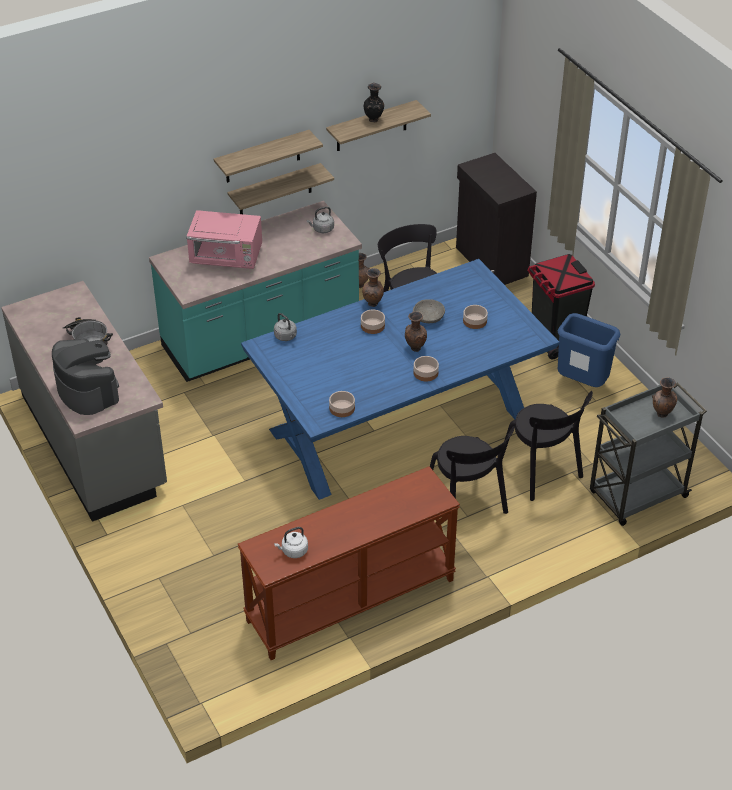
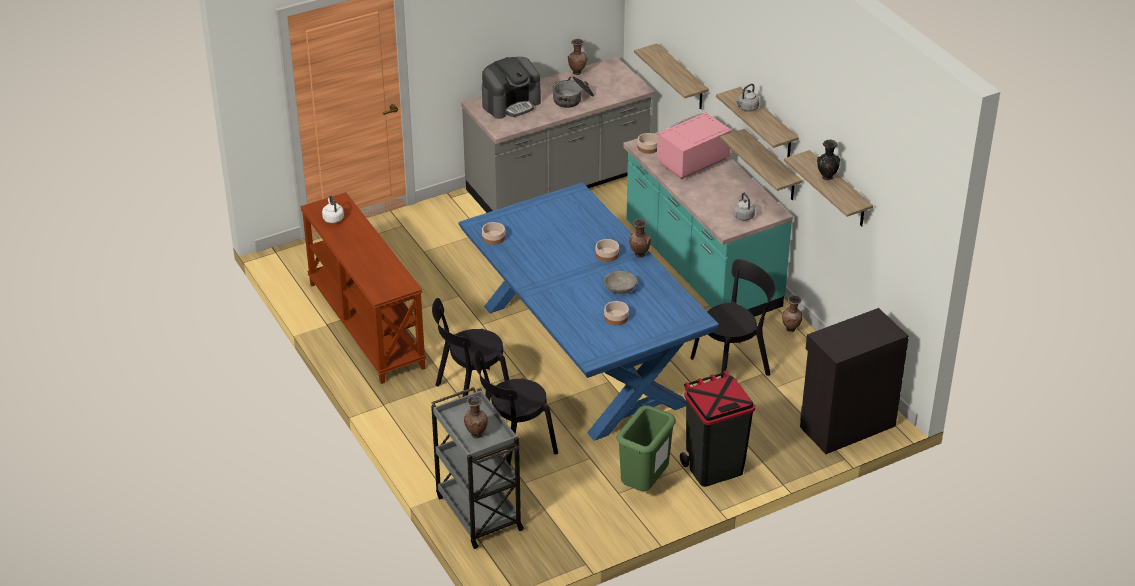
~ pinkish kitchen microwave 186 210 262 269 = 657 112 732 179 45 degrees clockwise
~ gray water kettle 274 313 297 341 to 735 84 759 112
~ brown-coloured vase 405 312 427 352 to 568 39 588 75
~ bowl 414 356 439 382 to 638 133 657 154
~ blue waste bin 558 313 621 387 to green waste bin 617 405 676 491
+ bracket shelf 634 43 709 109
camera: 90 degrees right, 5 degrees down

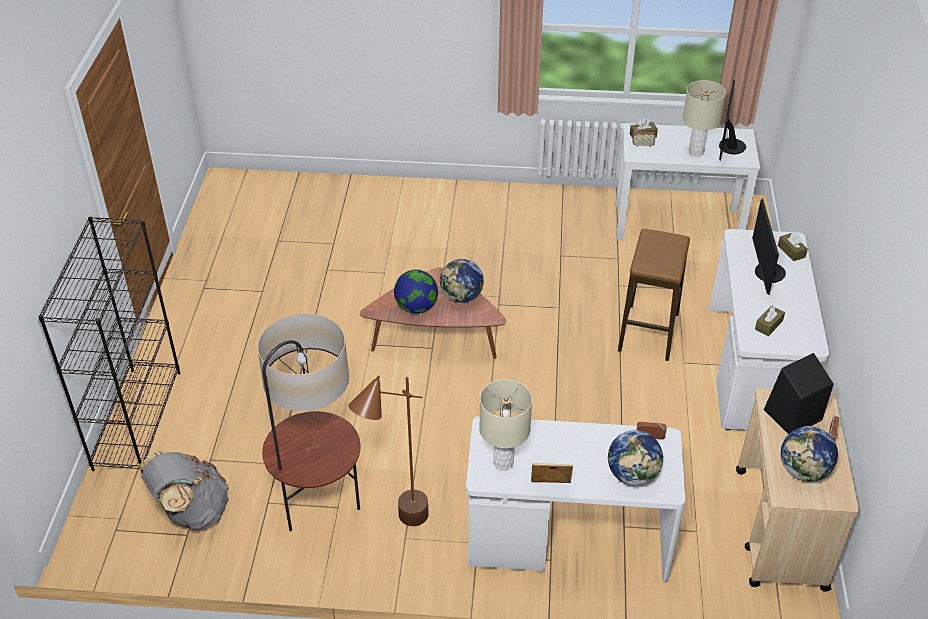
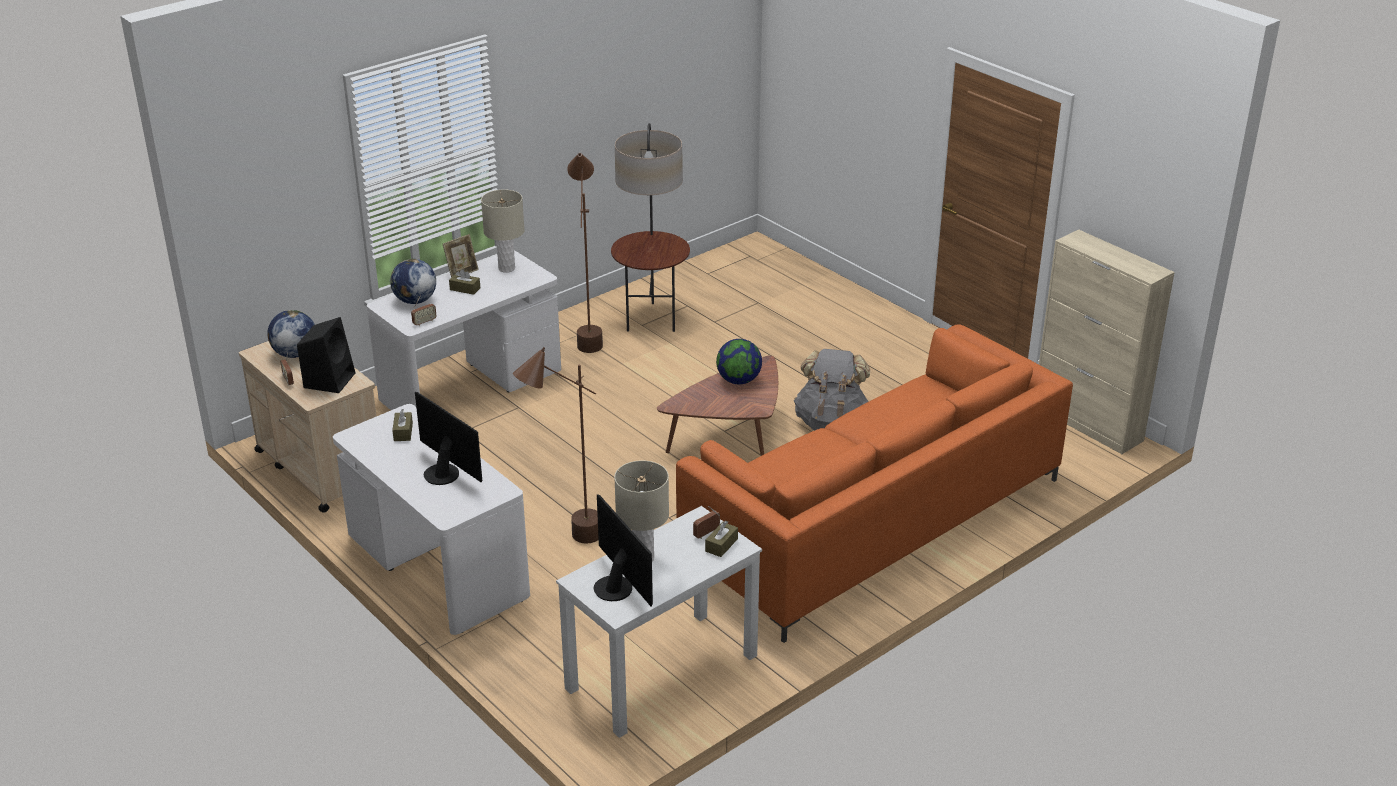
- blackish bookshelf 38 217 181 473
~ gray knapsack 139 451 229 531 to 794 349 870 431
- globe 440 259 484 303
~ sitting stool 618 229 690 361 to brown-coloured standard lamp 513 347 599 543
~ brown-coloured tissue holder 778 232 808 261 to 449 269 480 295
+ orange-coloured settee 676 324 1073 643
+ beige-coloured cupboard 1039 230 1175 454
camera: 135 degrees right, 10 degrees down

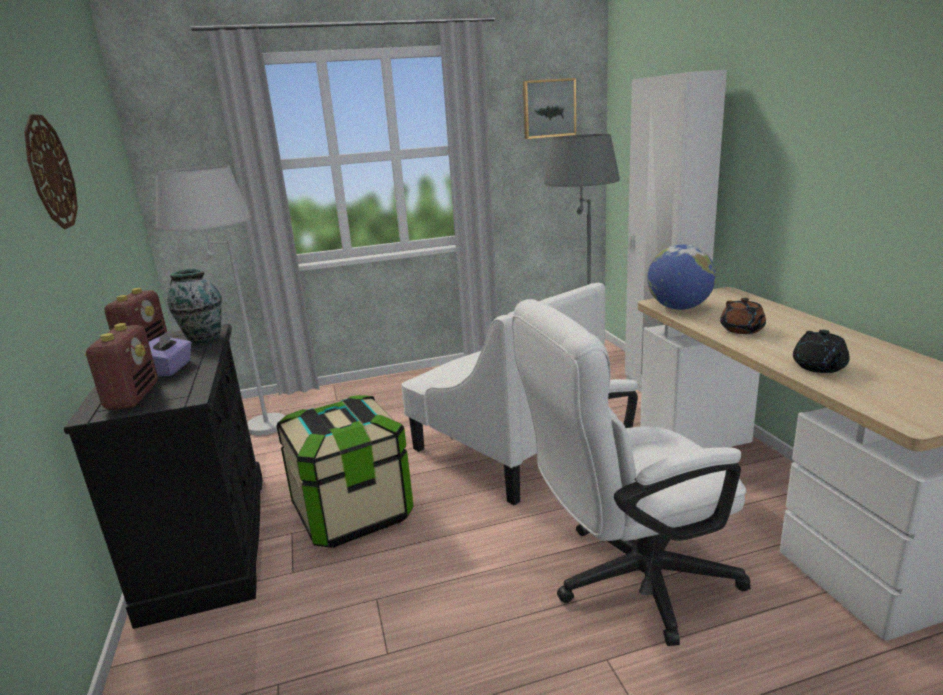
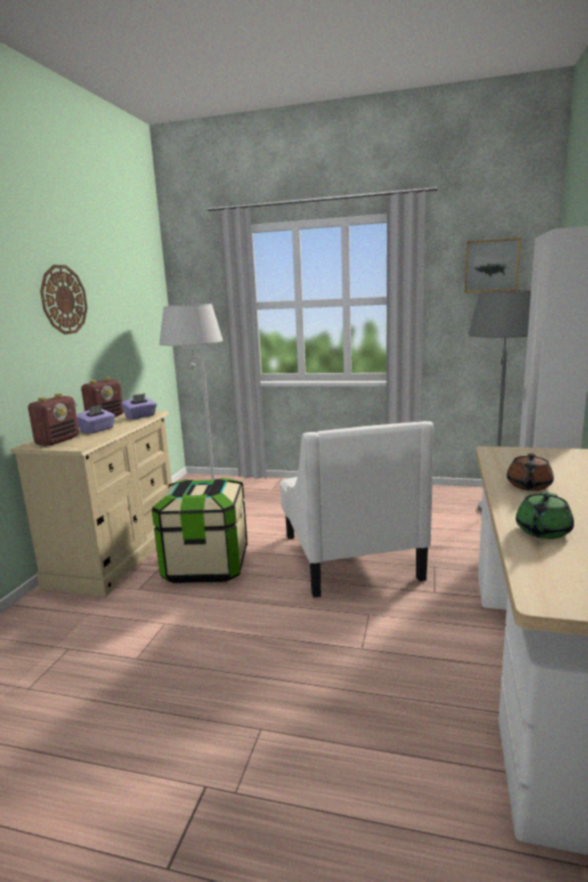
~ blackish drawer chest 64 324 263 629 to beige-coloured drawer chest 10 411 172 597
~ vase 167 268 222 343 to purplish tissue holder 121 393 157 420
- whitish computer chair 512 299 751 646
- globe 647 244 716 310
~ blackish teapot 793 330 850 373 to green teapot 516 492 574 539
camera: 30 degrees right, 5 degrees down

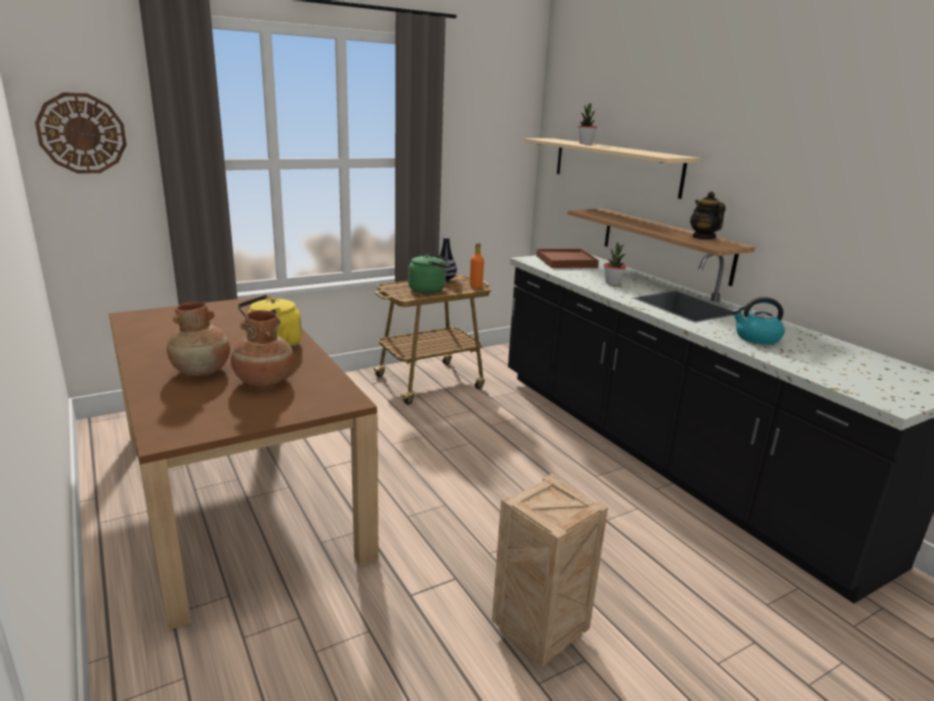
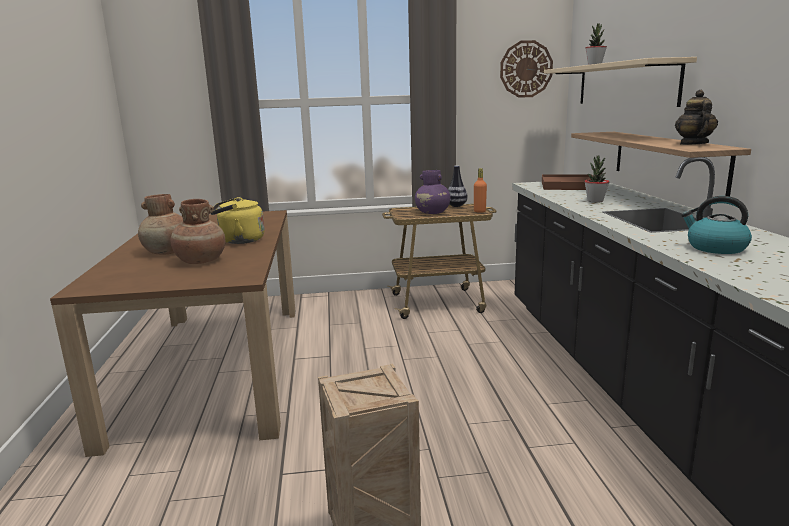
~ clock on the wall 35 92 127 174 to 500 40 553 98
~ green water kettle 408 253 450 293 to purplish vase 415 170 450 214
camera: 25 degrees right, 5 degrees down

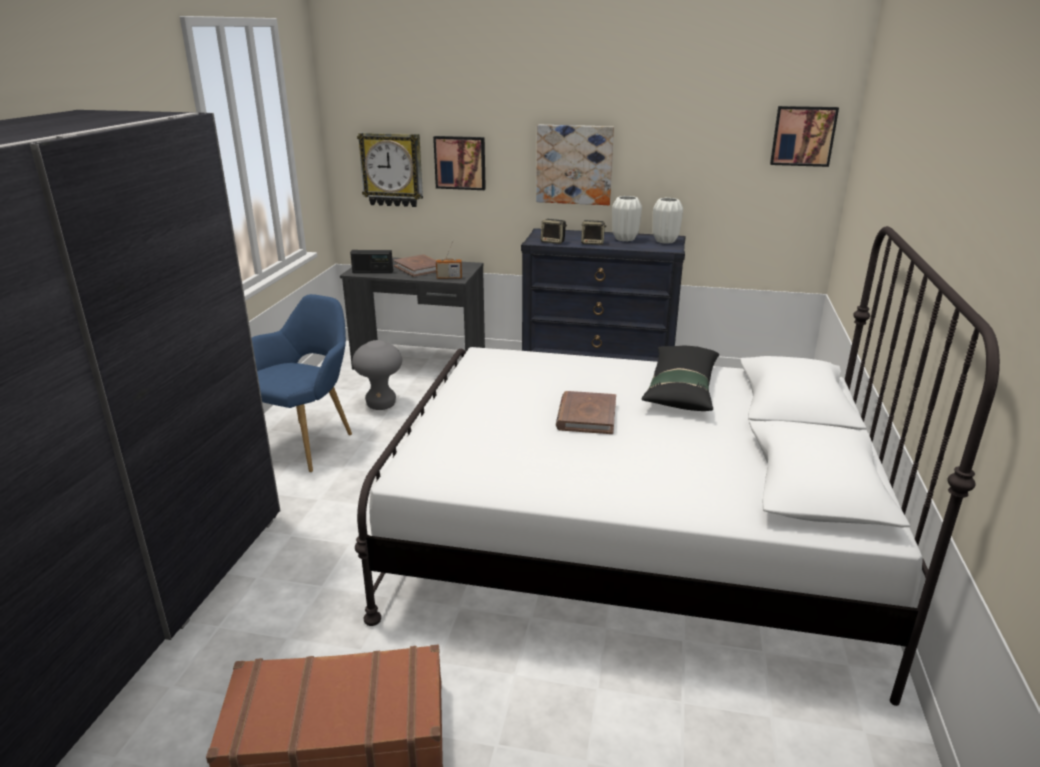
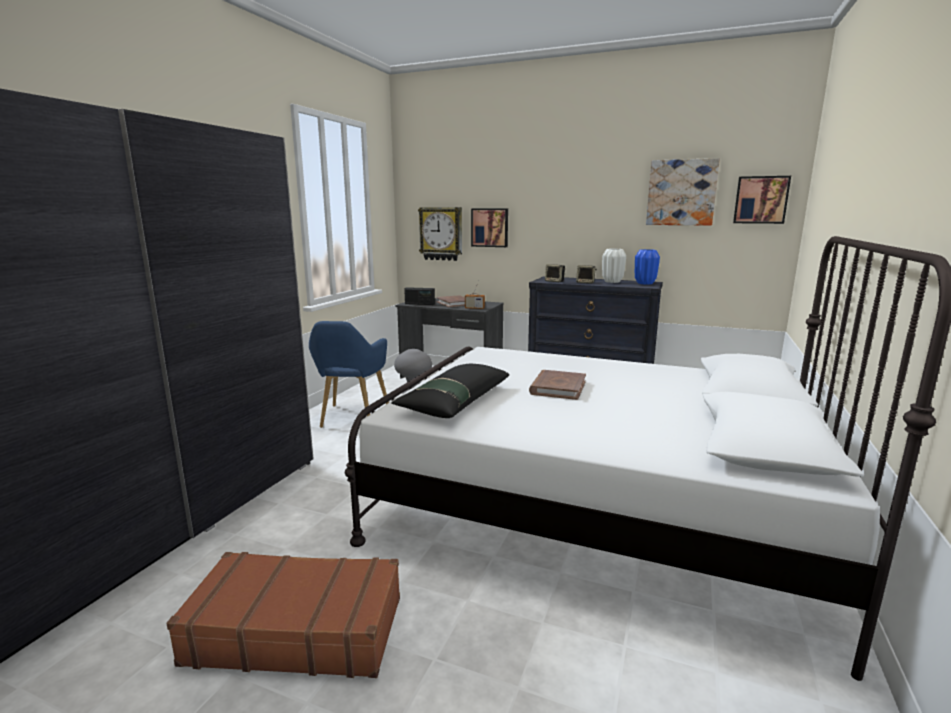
~ blue easy chair 252 294 352 472 = 309 321 389 428 150 degrees clockwise
~ picture 536 125 614 205 to 646 158 720 226
~ blackish throw pillow 641 346 719 411 to 391 364 509 418
~ whitish vase 653 198 683 244 to blue vase 635 249 660 285
camera: 10 degrees right, 10 degrees down

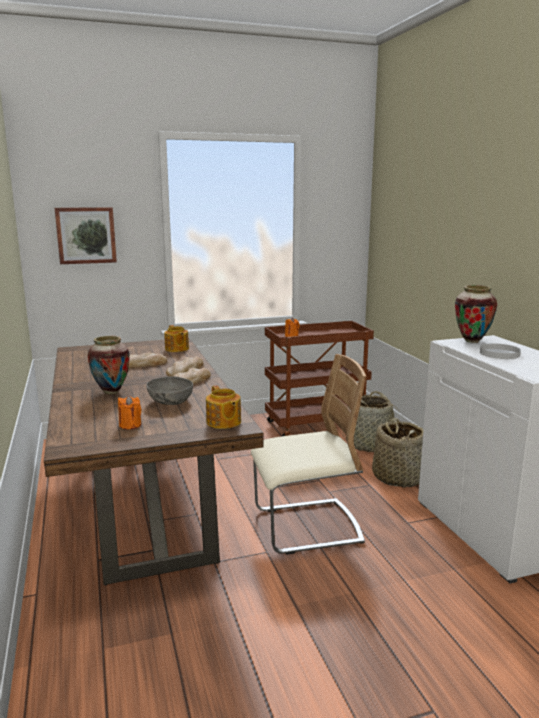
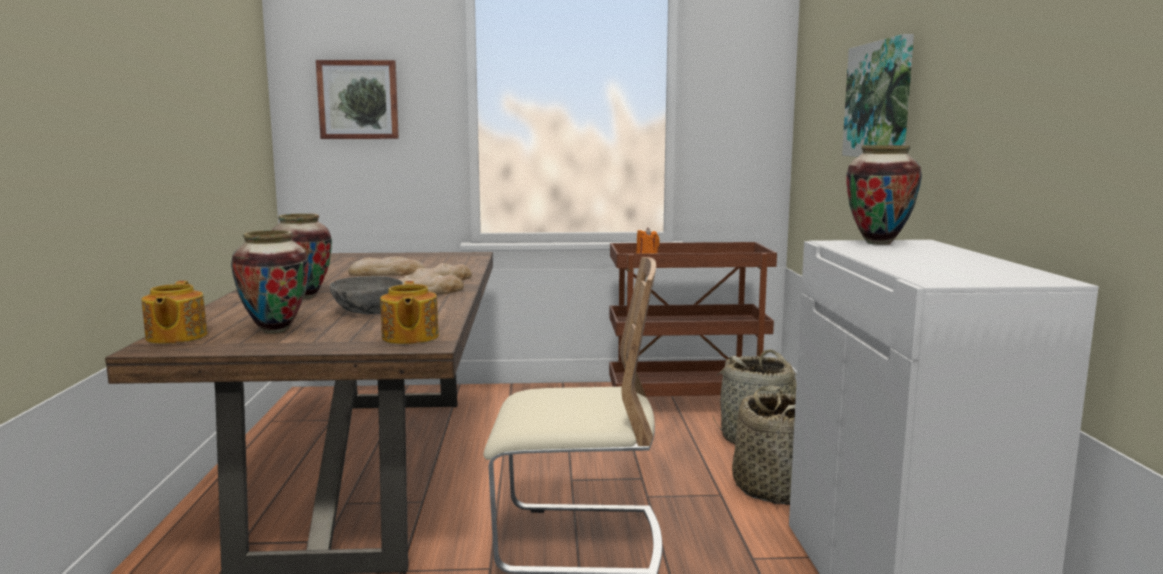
~ orange-coloured wax candle 118 396 141 429 to vase 231 230 309 334
~ teapot 164 325 189 352 to 142 281 207 344
- whitish plate 480 344 521 359
+ picture 842 34 914 157
camera: 15 degrees right, 5 degrees down

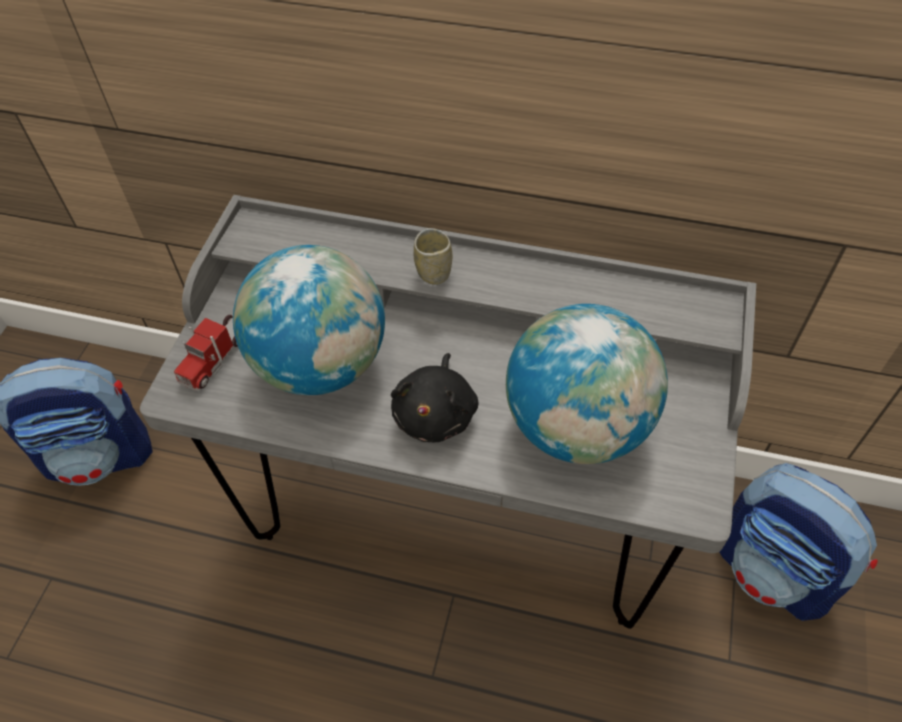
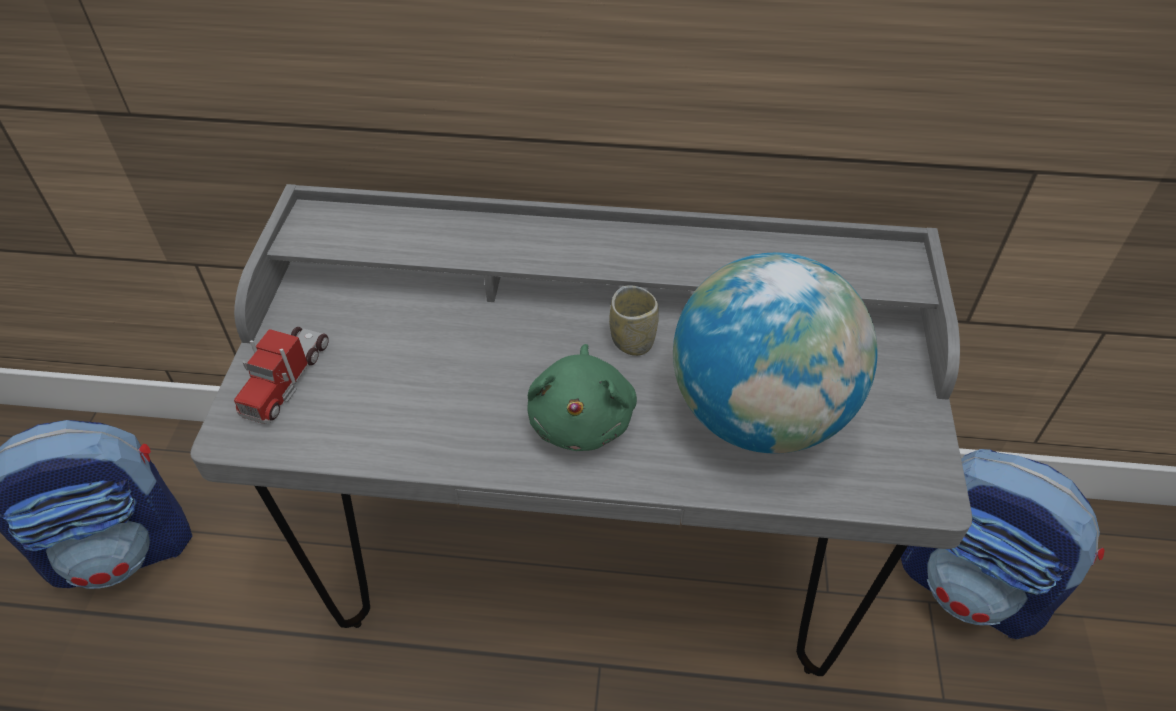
- globe 233 245 385 395
~ blackish soft toy 391 353 478 442 to green soft toy 528 344 637 451
~ cup 414 228 452 285 to 609 285 659 356
camera: 10 degrees left, 5 degrees down

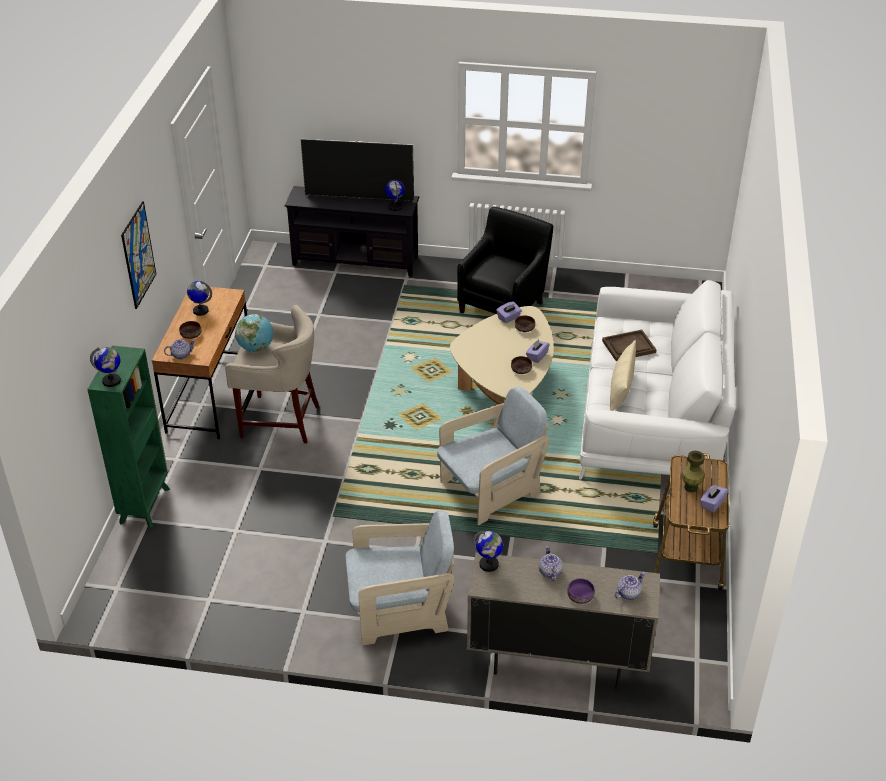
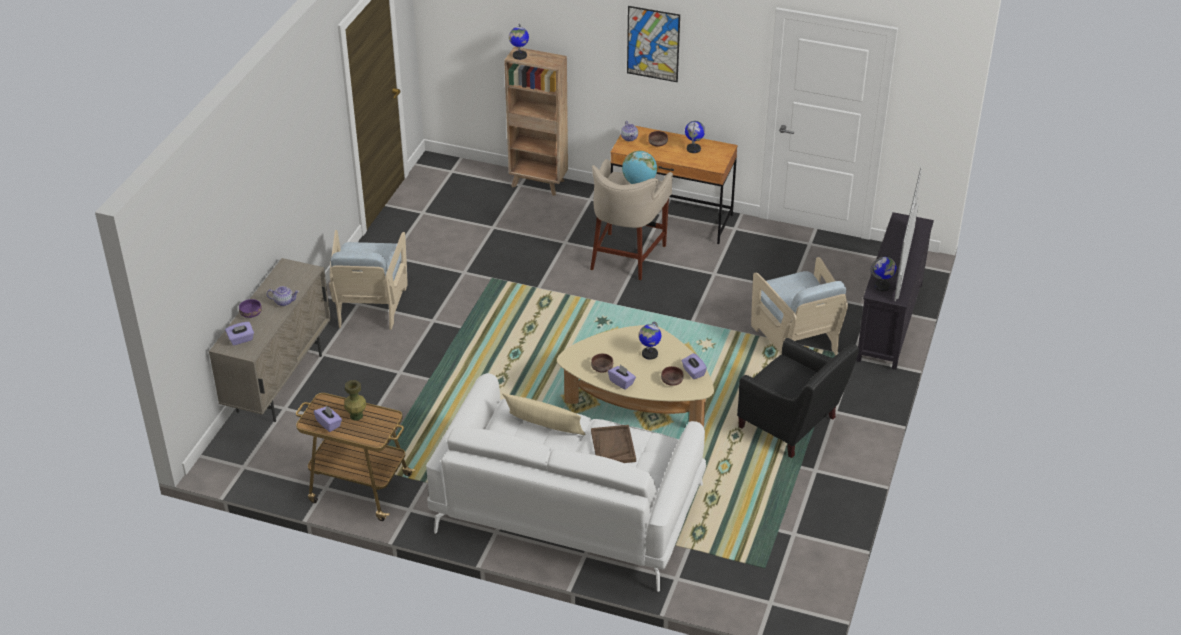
~ green bookshelf 87 346 170 528 to brown-coloured bookshelf 504 47 568 196
~ beige-coloured easy chair 437 387 549 526 to 751 257 848 356
~ globe 473 531 503 572 to 639 322 661 360
~ teapot 615 572 645 600 to purplish tissue holder 225 322 254 346
camera: 100 degrees right, 0 degrees up

